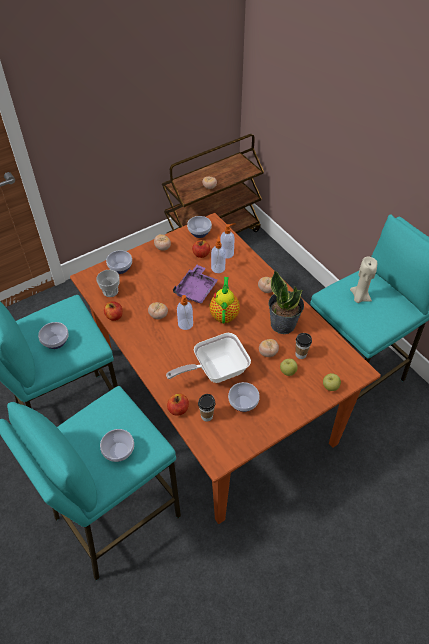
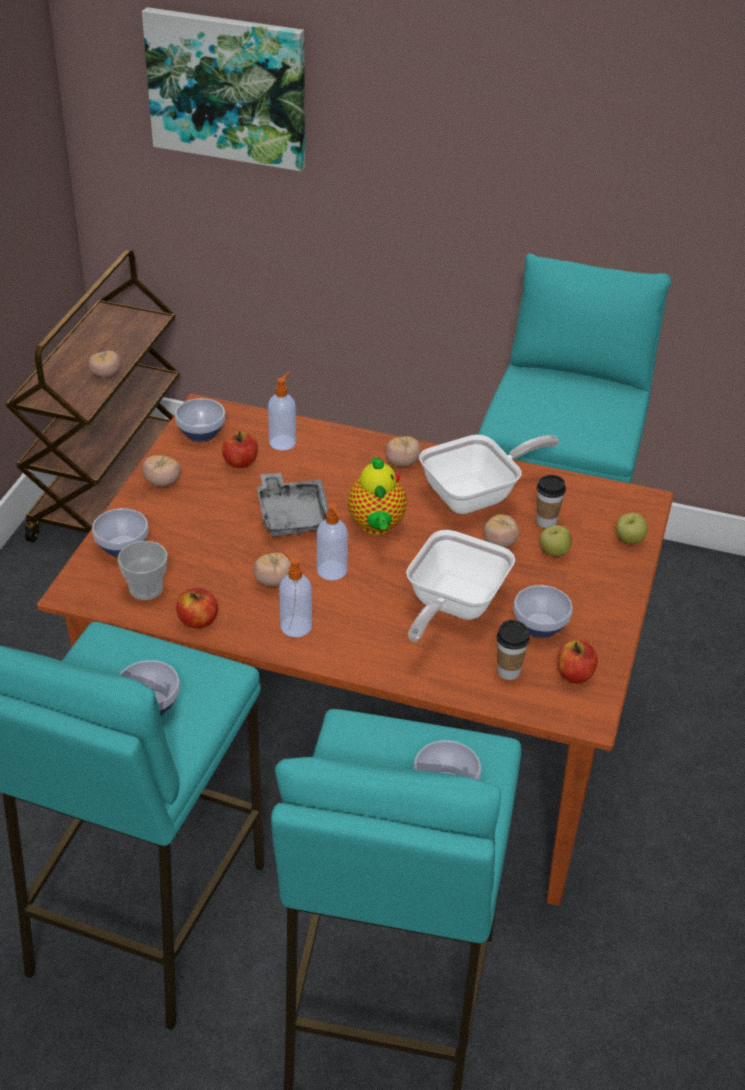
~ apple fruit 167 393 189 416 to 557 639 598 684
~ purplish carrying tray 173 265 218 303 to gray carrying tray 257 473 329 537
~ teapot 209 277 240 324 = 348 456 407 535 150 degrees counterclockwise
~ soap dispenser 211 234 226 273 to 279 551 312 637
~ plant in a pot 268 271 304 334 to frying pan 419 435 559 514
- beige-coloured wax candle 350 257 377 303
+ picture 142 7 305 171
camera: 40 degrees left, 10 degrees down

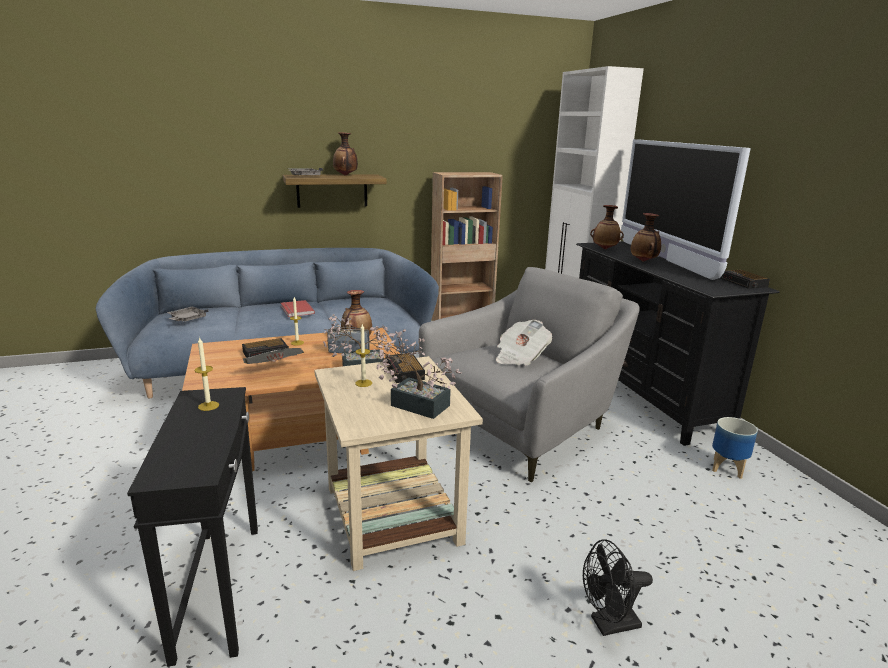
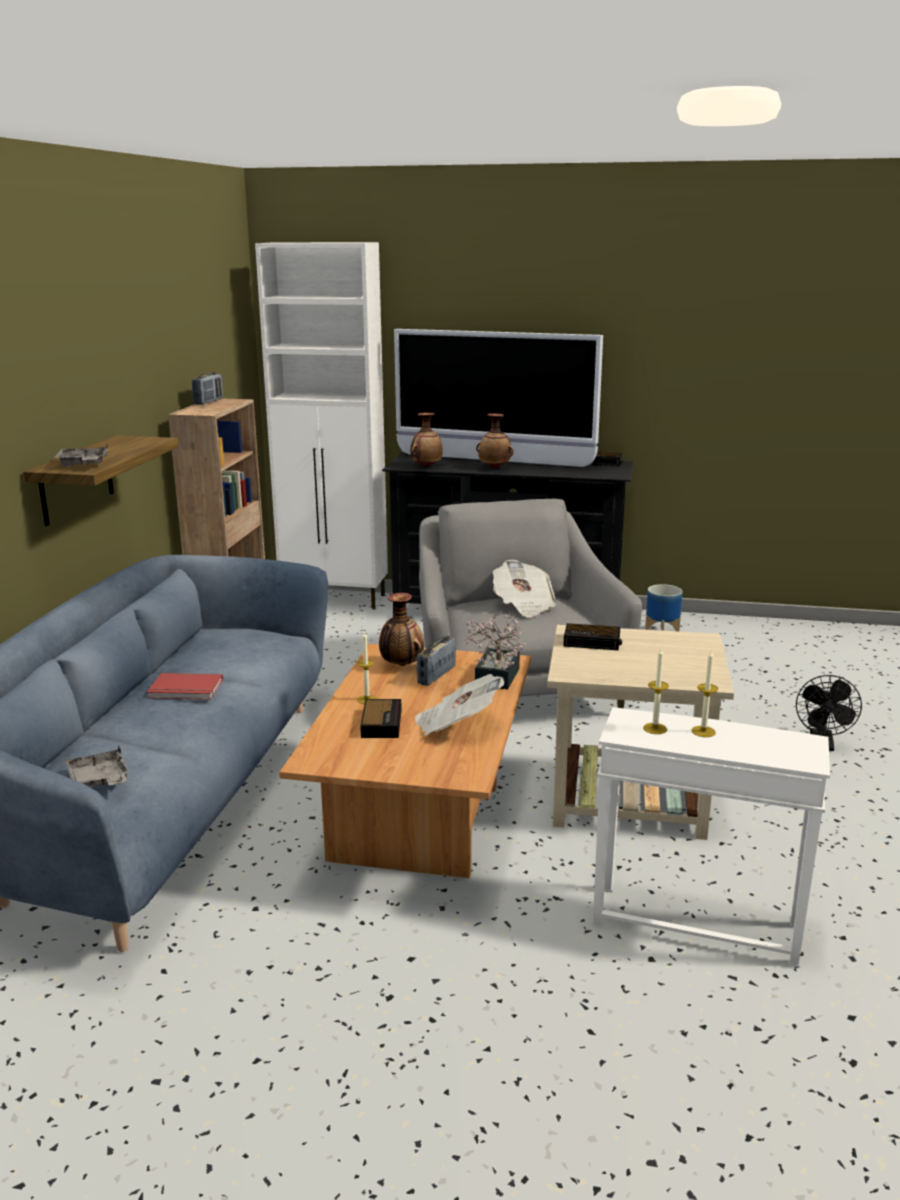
~ blackish end table 127 387 258 667 to whitish end table 593 707 830 967
- vase 333 132 358 176
~ wax candle 355 324 372 387 to 691 651 718 737
- plant in a pot 373 329 461 419
+ radio 192 372 223 405
camera: 60 degrees left, 0 degrees up

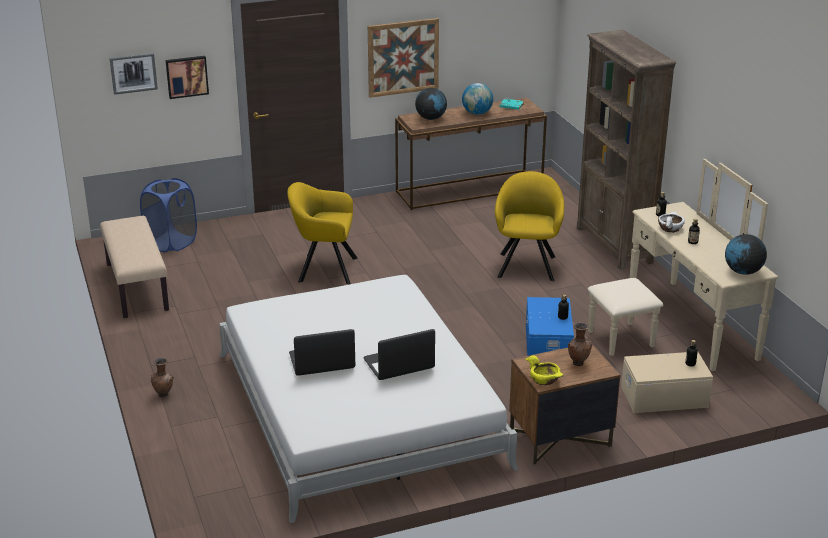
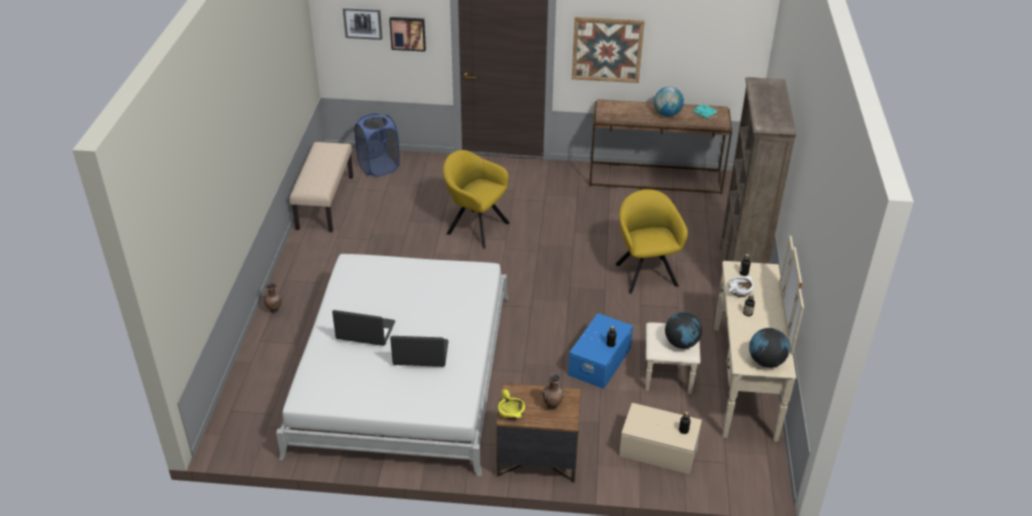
~ globe 415 88 447 120 to 665 312 702 349
~ yellow-coloured easy chair 495 171 564 281 = 615 189 688 294 45 degrees counterclockwise
camera: 25 degrees right, 10 degrees up

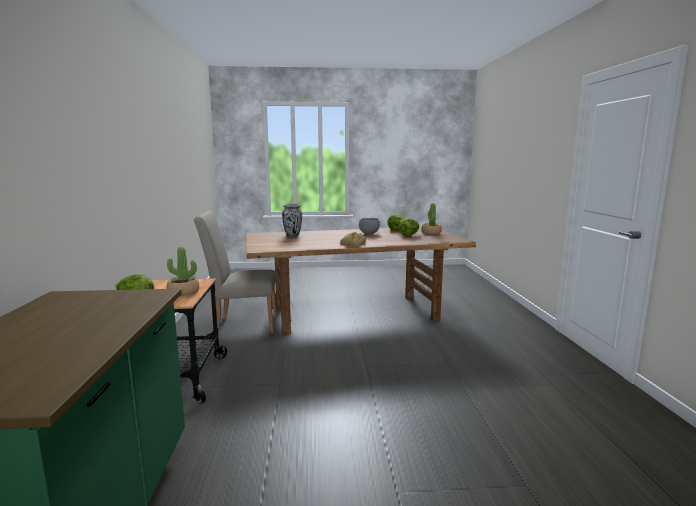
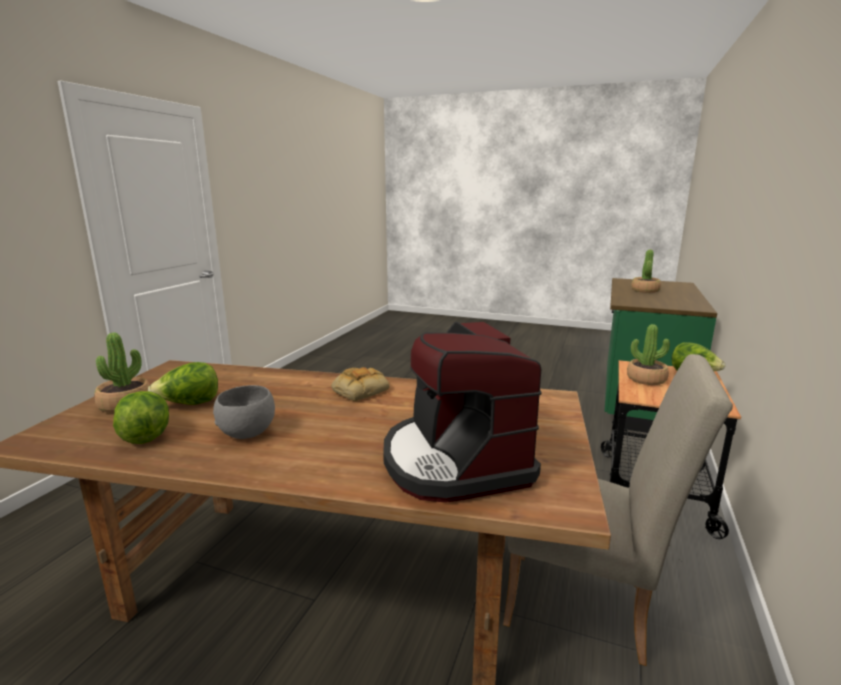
~ vase 282 204 302 237 to coffee maker 383 322 542 503
+ plant in a pot 631 250 661 293
camera: 155 degrees left, 5 degrees up

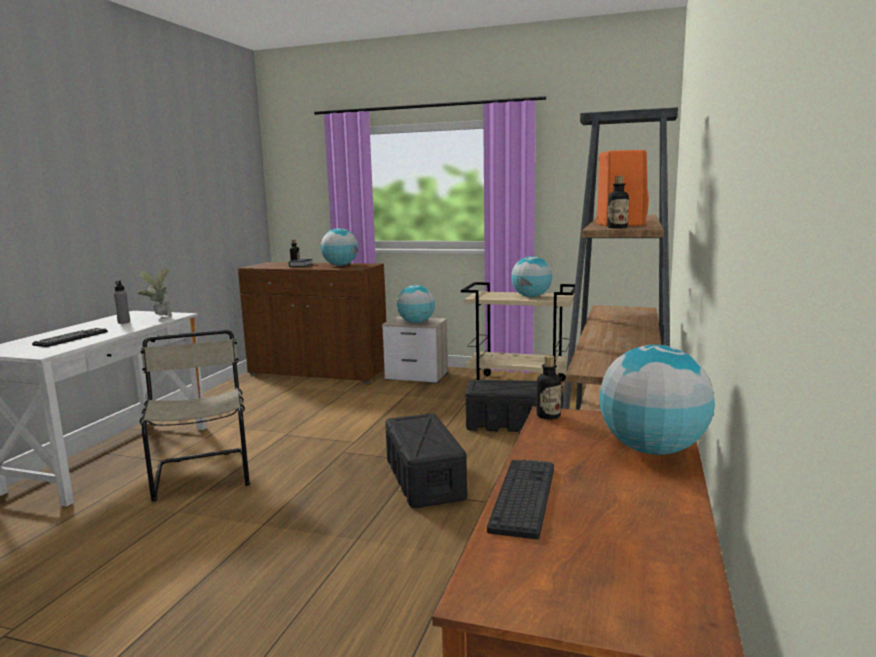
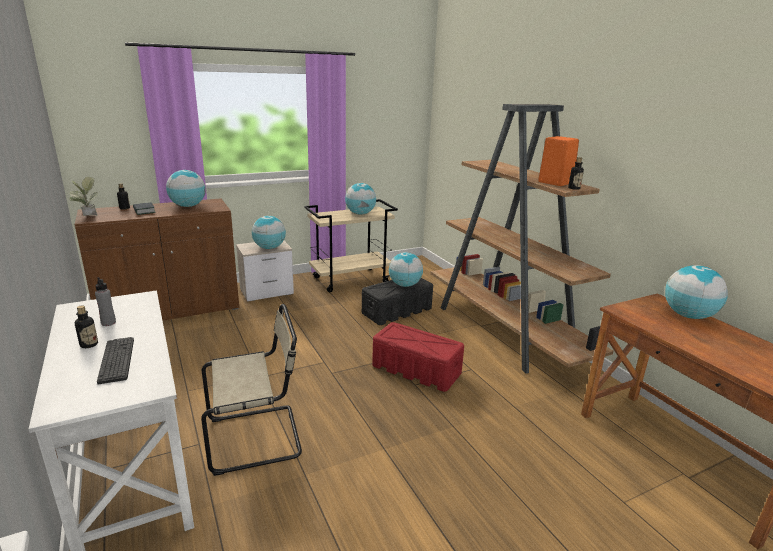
~ plant in a pot 137 268 172 317 to 69 177 98 216
~ beige-coloured chair 140 330 250 502 = 201 304 302 476 135 degrees clockwise
~ blackish storage bin 385 413 467 508 to reddish storage bin 372 322 464 392
- keyboard 487 459 554 539
~ beverage bottle 537 355 561 419 to 75 305 98 348
+ globe 389 252 423 287
camera: 45 degrees left, 10 degrees up

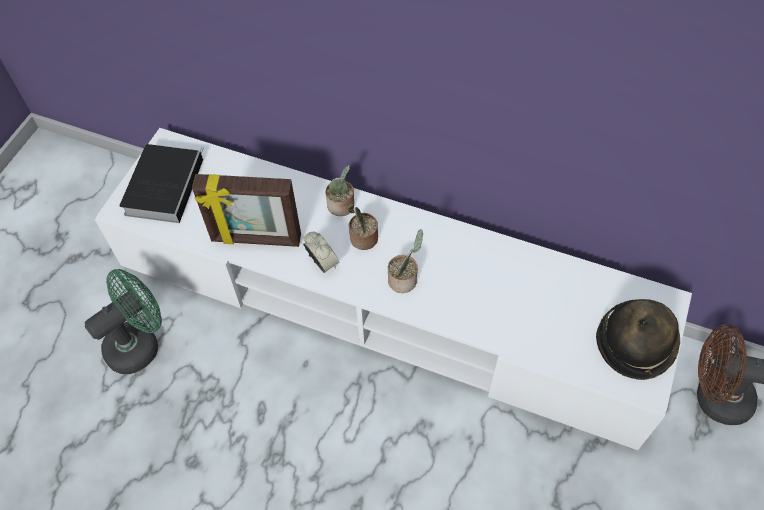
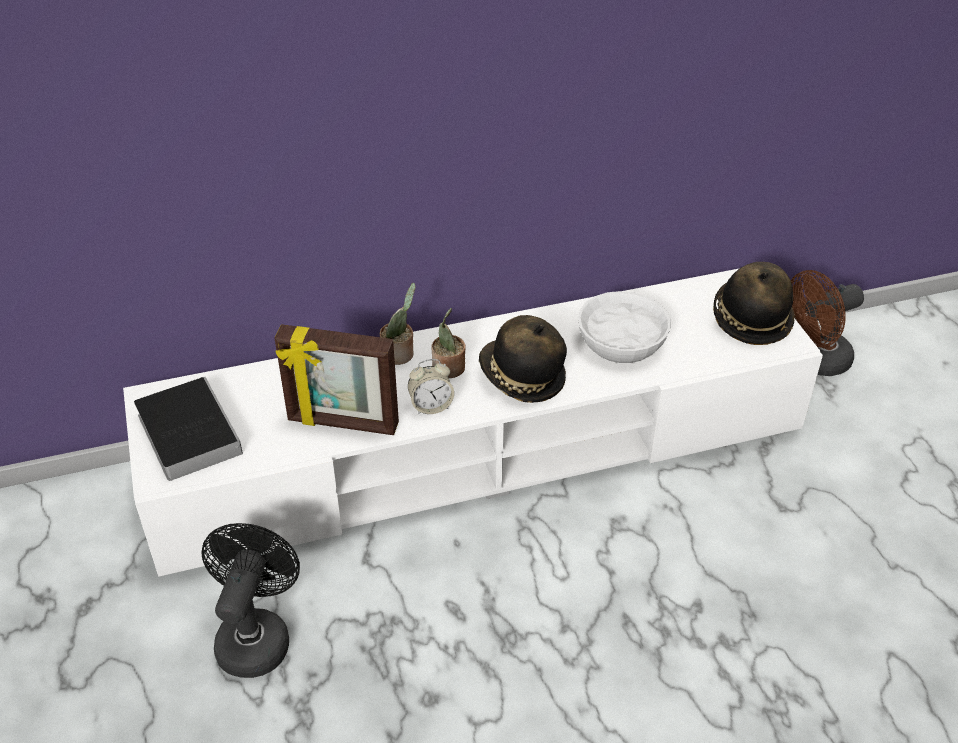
~ green electric fan 85 269 162 374 to blackish electric fan 201 523 300 678
~ picture frame 192 174 301 247 = 275 324 399 435 45 degrees clockwise
~ alarm clock 303 231 340 273 = 408 359 454 414 150 degrees clockwise
~ plant in a pot 388 229 423 293 to hat 479 315 567 403
+ whitish bowl 578 291 671 363
camera: 40 degrees left, 15 degrees down

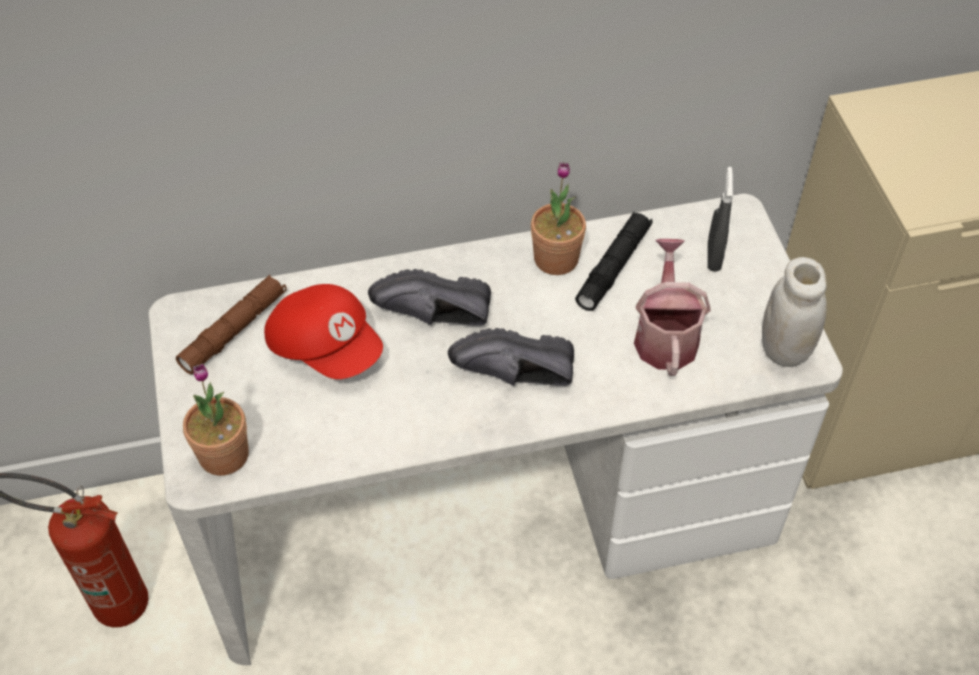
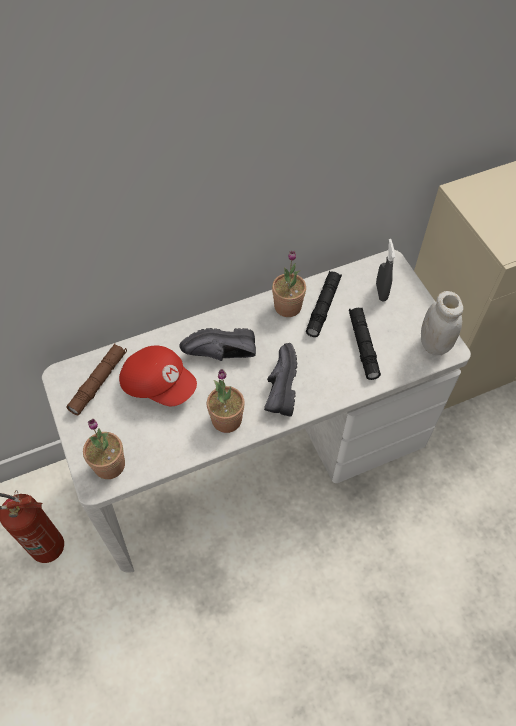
~ blackish low shoe 448 328 574 386 = 264 343 297 416 105 degrees clockwise
~ sprinkling can 634 239 711 376 to blackish torch 349 308 381 380
+ plant in a pot 207 369 245 433
camera: 10 degrees left, 5 degrees up

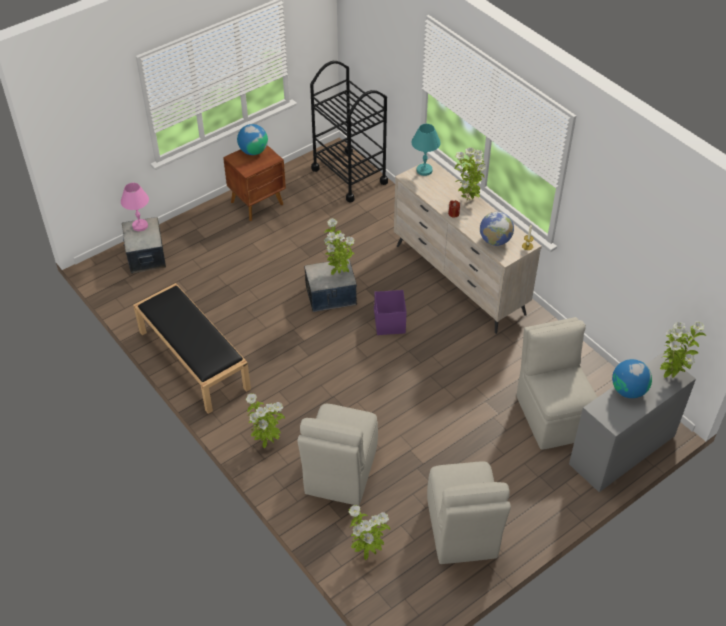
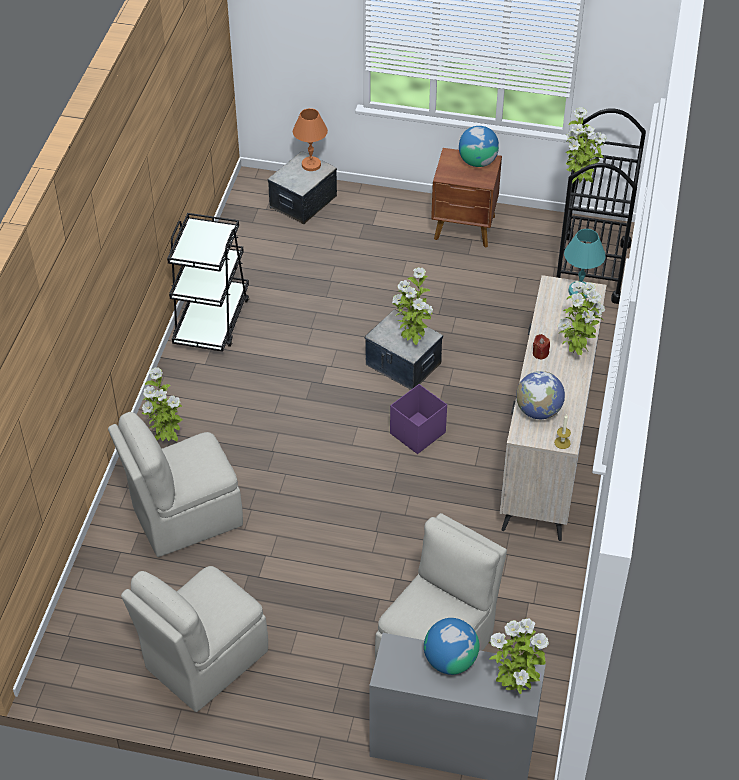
~ pinkish tabletop lamp 121 183 149 231 to orange-coloured tabletop lamp 293 108 328 171
~ blackish long seat 133 283 251 414 to blackish cart 167 213 249 352
~ plant in a pot 348 505 390 560 to 566 107 607 183
camera: 50 degrees right, 0 degrees up

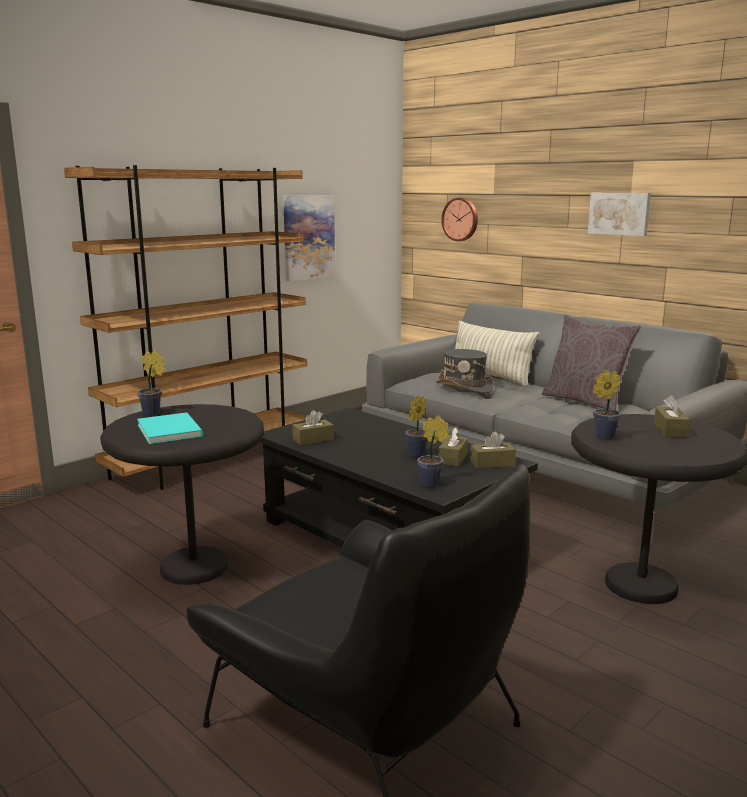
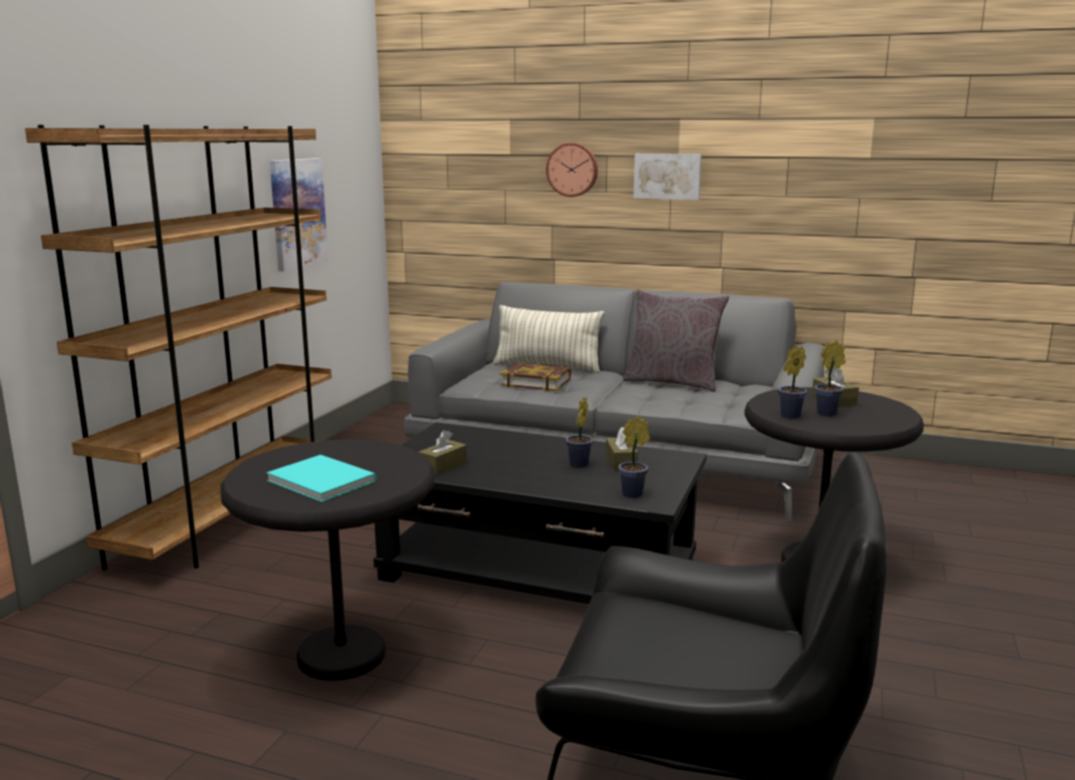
~ plant in a pot 137 350 166 416 to 815 340 846 416
~ gray hat 436 349 494 394 to book 500 363 571 391
~ clock on the wall 441 198 478 241 to 546 143 598 197
- brown-coloured tissue holder 470 431 516 468
camera: 25 degrees left, 0 degrees up

